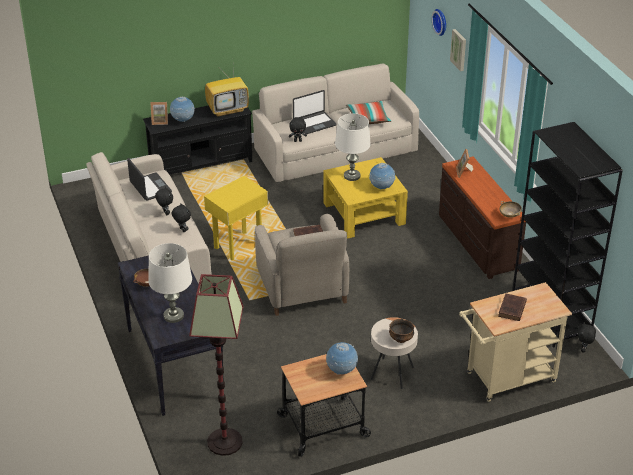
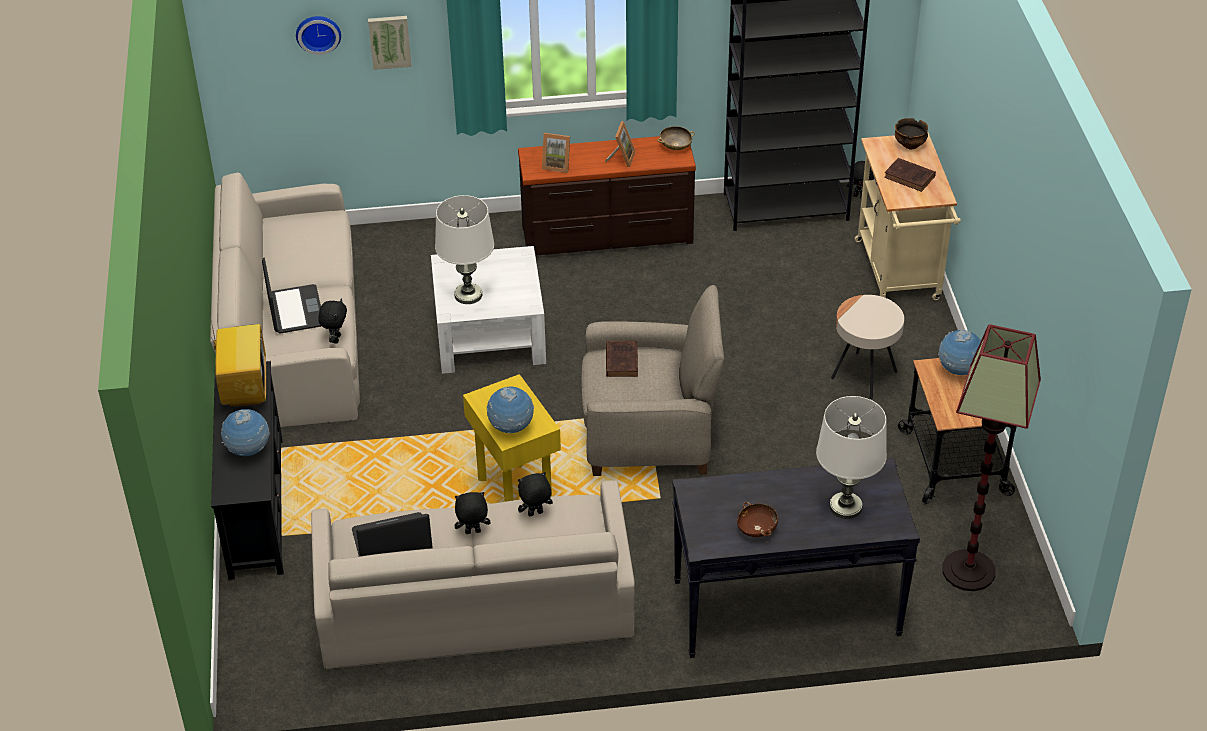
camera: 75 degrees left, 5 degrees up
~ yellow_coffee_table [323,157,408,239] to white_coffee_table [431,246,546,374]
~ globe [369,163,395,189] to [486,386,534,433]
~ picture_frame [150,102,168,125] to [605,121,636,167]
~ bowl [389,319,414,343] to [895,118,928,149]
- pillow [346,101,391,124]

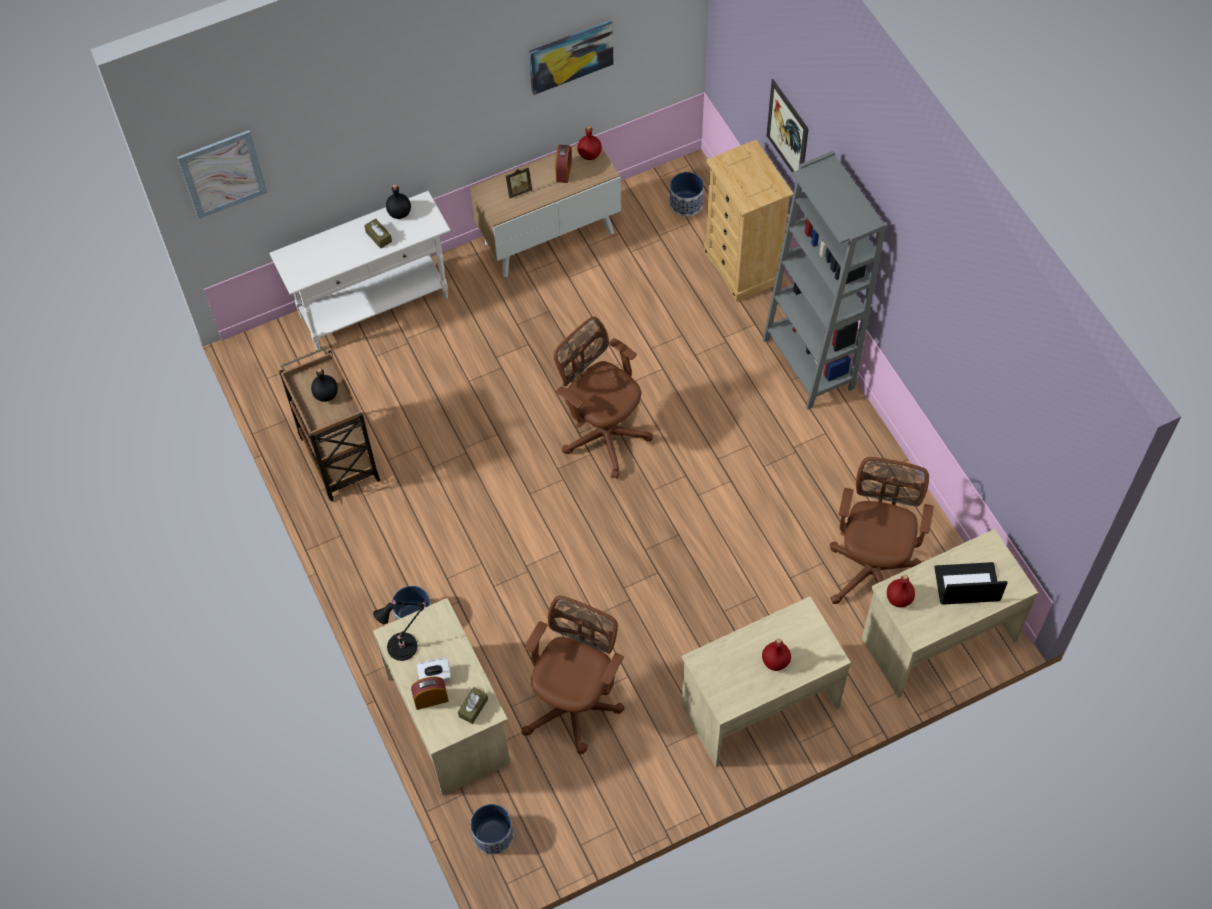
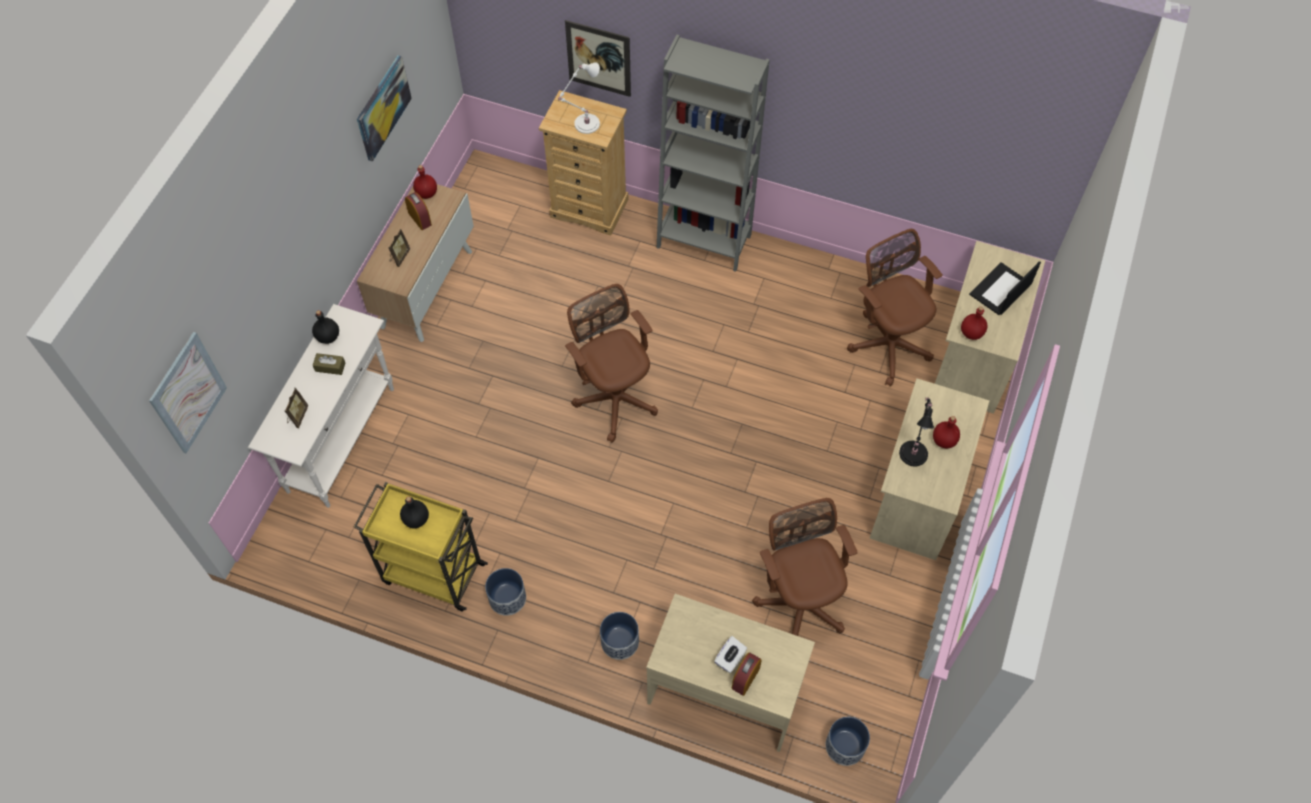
camera: 45 degrees left, 0 degrees up
+ picture_frame [285,388,308,428]
~ brown_cart [279,347,381,501] to yellow_cart [354,482,488,611]
~ planter [670,172,704,217] to [485,568,526,616]
+ white_table_lamp [558,62,600,134]
~ brown_office_chair [553,317,653,479] = [565,284,658,443] 60 degrees clockwise
~ black_table_lamp [373,600,426,661] to [899,397,934,467]
- brown_tissue_box [458,687,488,724]

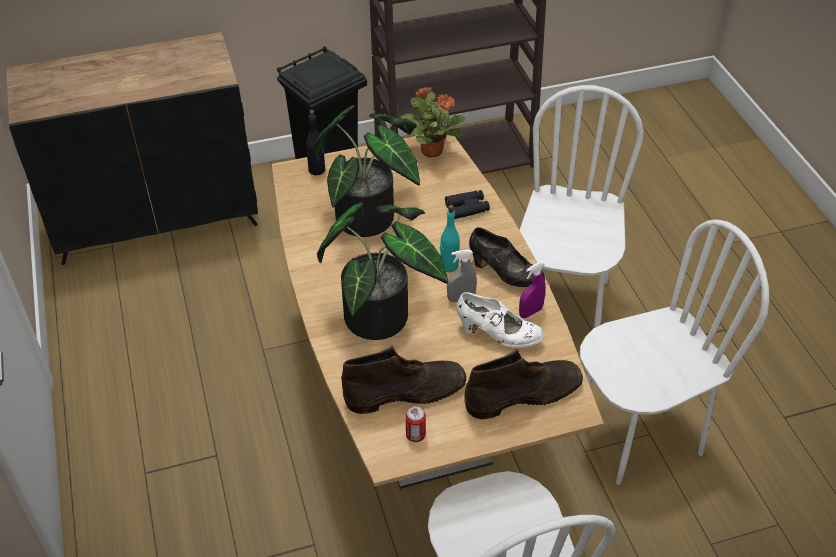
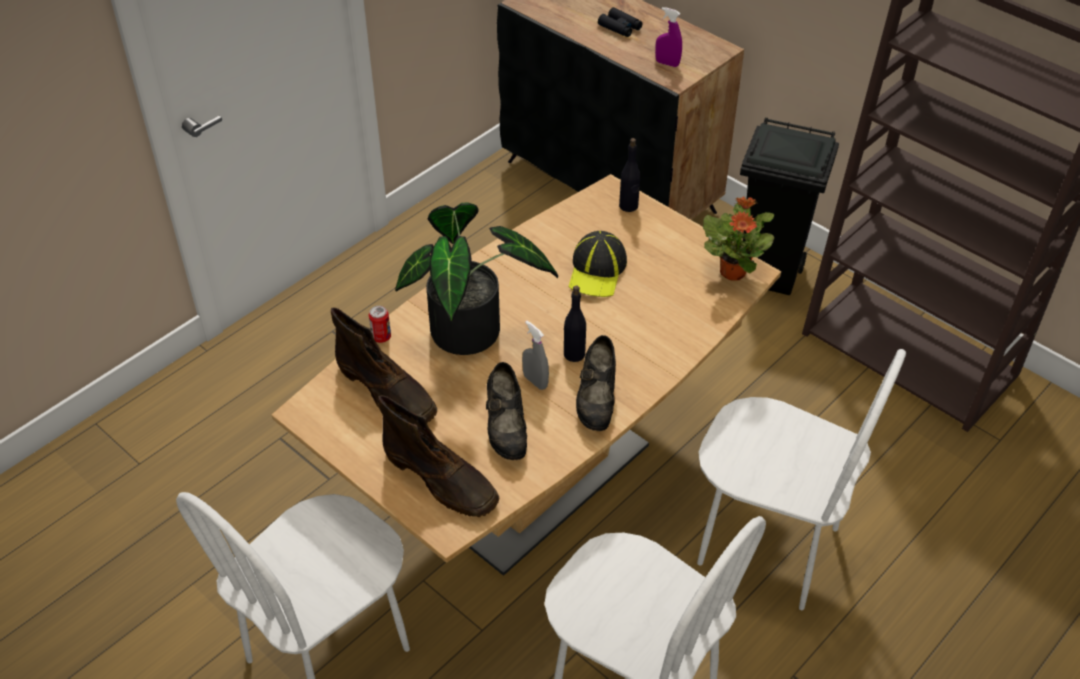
camera: 60 degrees right, 0 degrees up
~ can [406,406,426,442] to [369,306,391,343]
~ white_shoe [456,292,544,348] to black_shoe [486,362,527,460]
~ turquoise_bottle [440,205,460,272] to black_bottle [564,286,586,362]
~ potted_plant [312,105,420,237] to cap [569,231,627,297]
~ black_binoculars [445,190,490,219] to [598,7,643,37]
~ purple_spray_bottle [519,262,546,318] to [655,7,682,67]
~ white_chair [520,85,644,328] = [697,349,906,610] 45 degrees clockwise

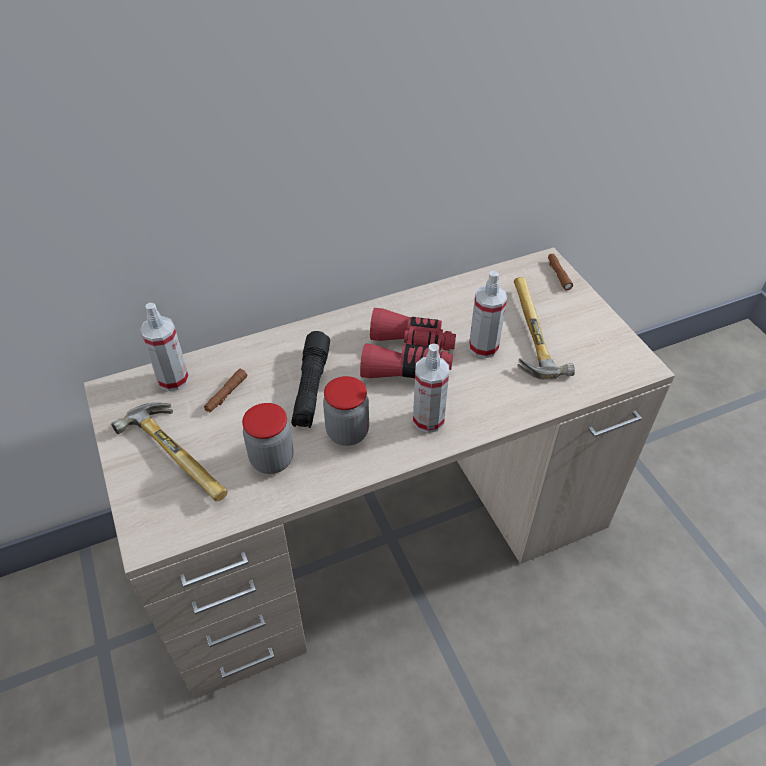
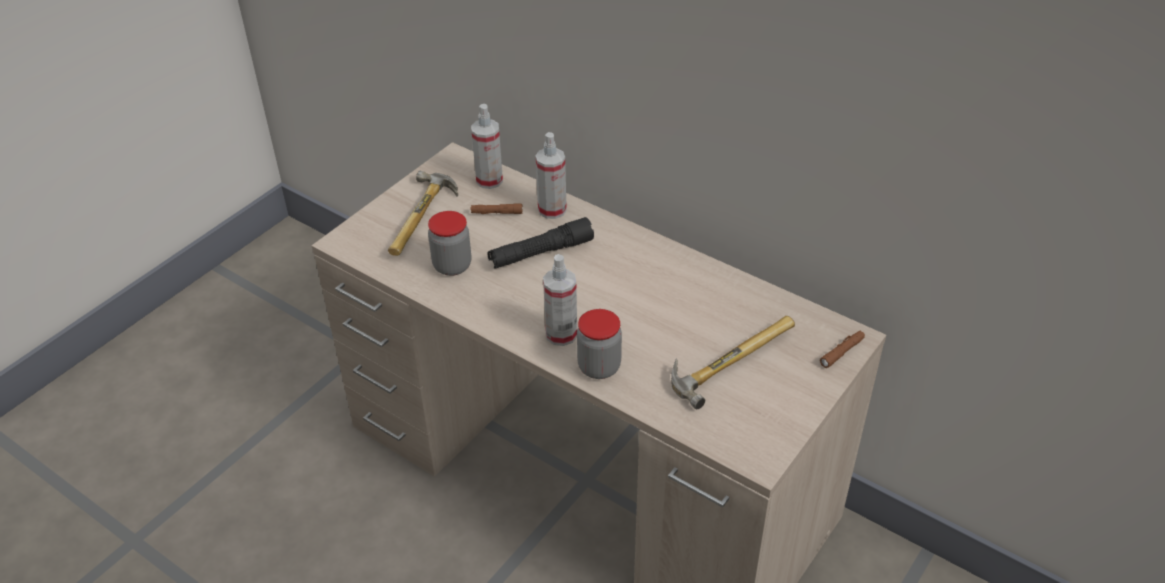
camera: 60 degrees right, 5 degrees down
~ spray_bottle [469,271,507,358] to [535,132,567,219]
~ jar [323,376,369,446] to [577,309,622,379]
- red_binoculars [360,308,456,378]

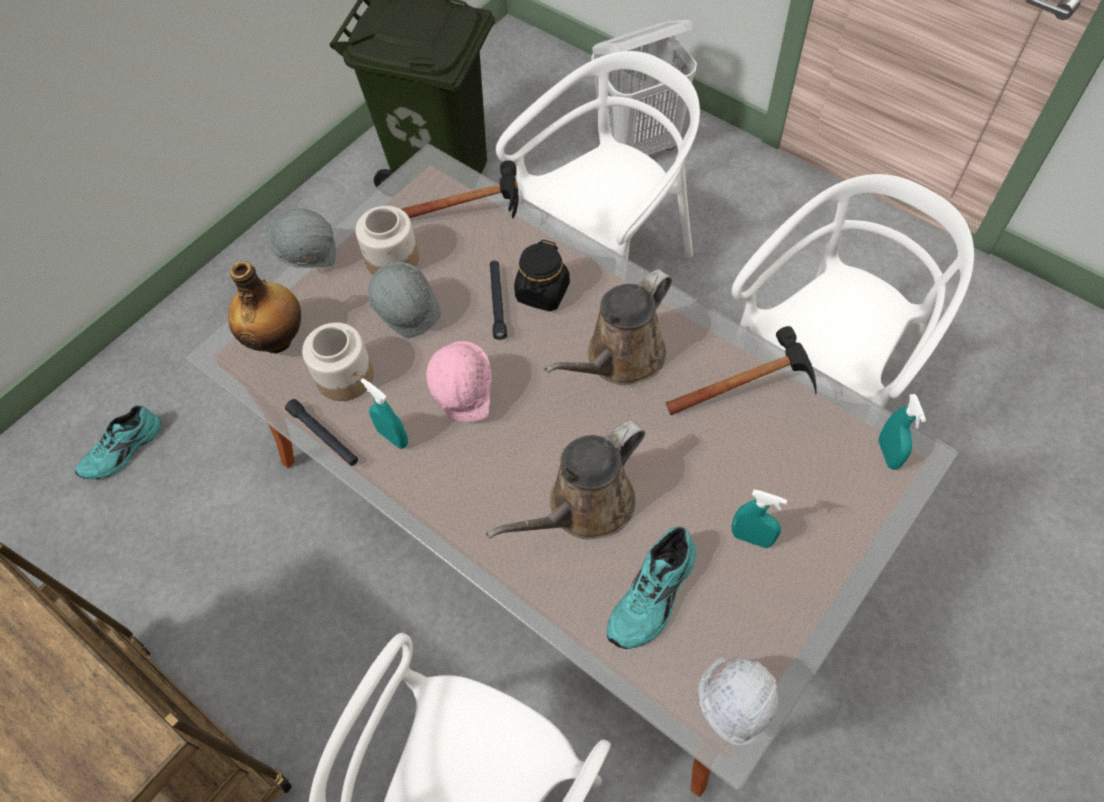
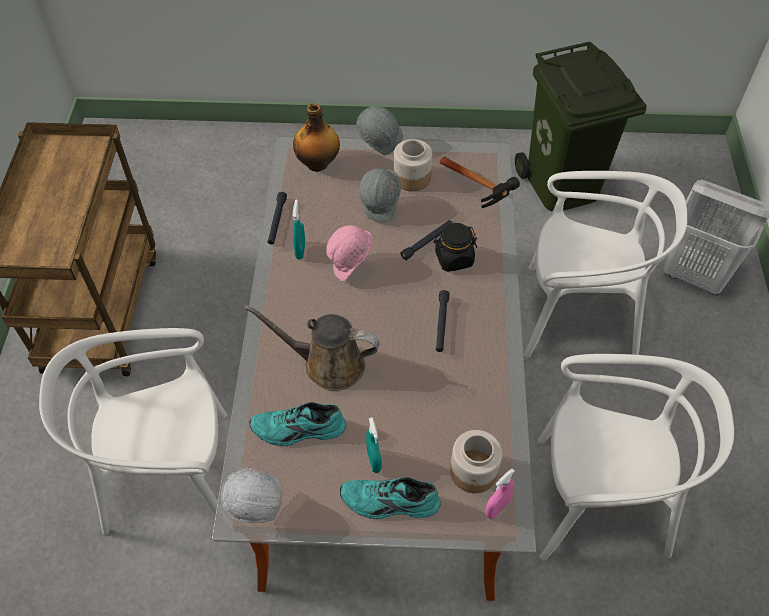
camera: 50 degrees right, 5 degrees down
~ turquoise_shoe [75,405,162,479] to [340,477,441,519]
~ brown_watering_can [544,269,672,385] to black_flashlight [436,290,449,352]
~ jar [302,322,374,401] to [450,430,502,493]
~ turquoise_spray_bottle [878,394,926,470] to pink_spray_bottle [485,469,515,519]
- hammer [666,326,817,415]

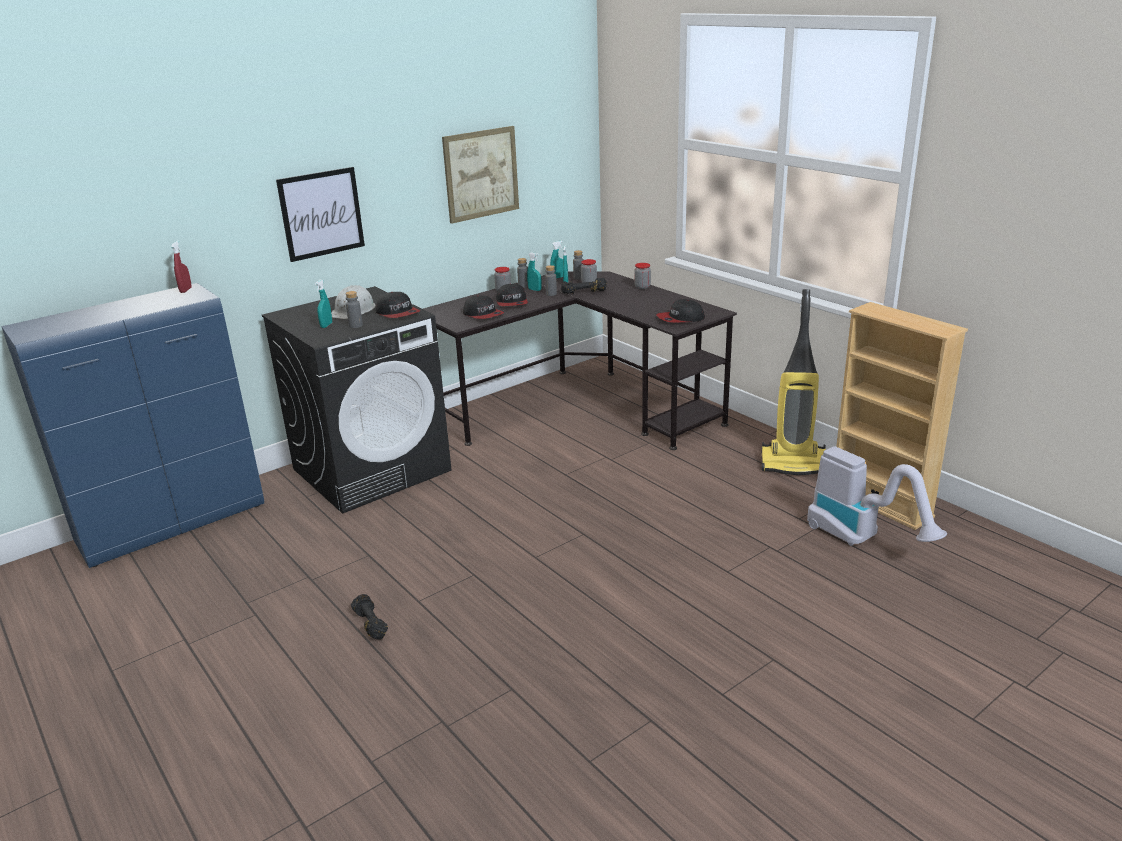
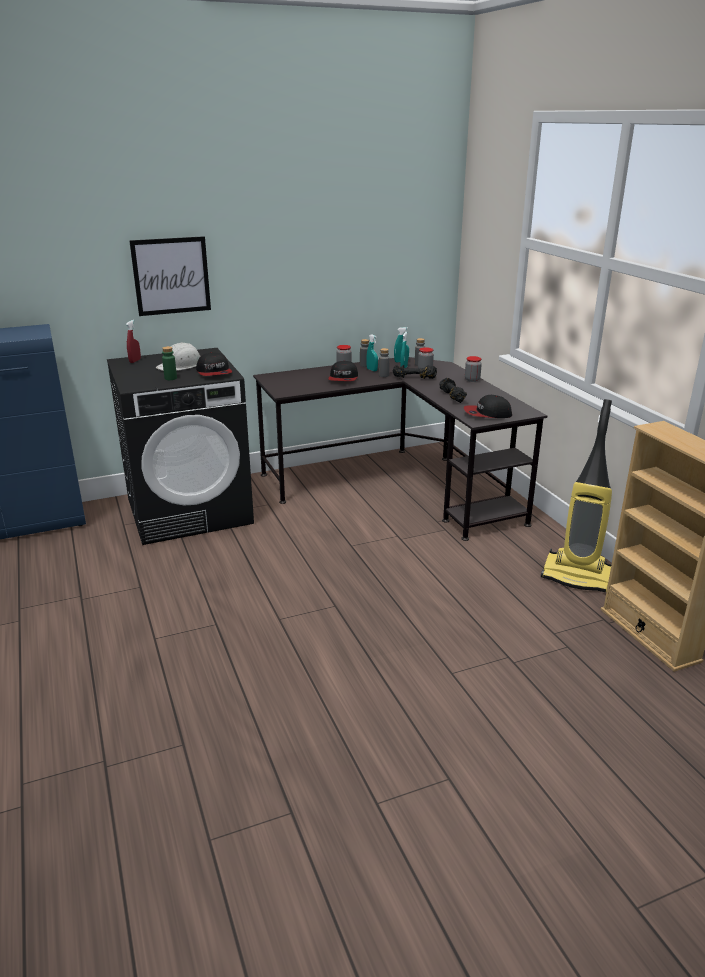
camera: 15 degrees right, 0 degrees up
~ red_spray_bottle [171,241,192,293] to [126,320,141,363]
~ grey_bottle [345,291,363,328] to green_bottle [162,346,177,380]
~ black_dumbbell [351,594,388,640] to [439,378,467,403]
- turquoise_spray_bottle [315,280,332,328]
- picture [442,126,519,224]
- cap [463,295,504,319]
- vacuum_cleaner [807,446,947,546]

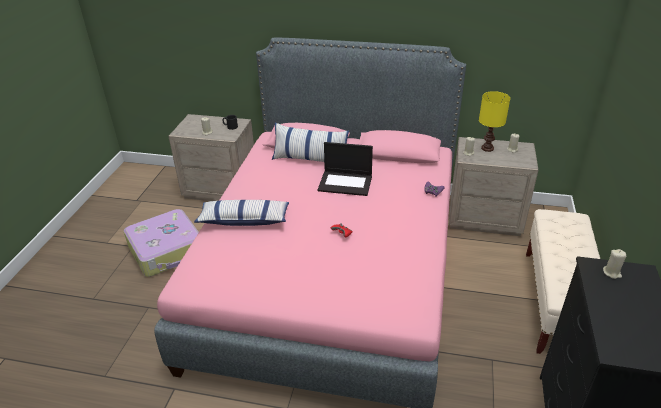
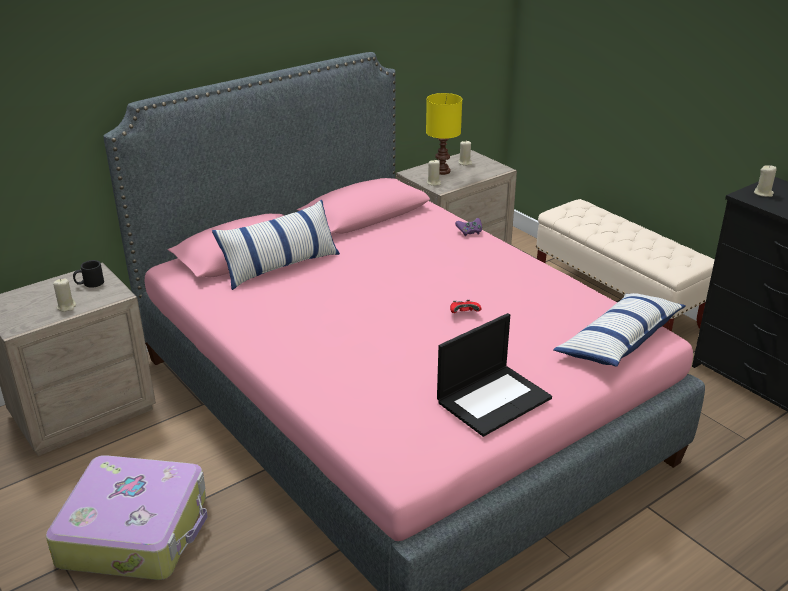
camera: 50 degrees left, 5 degrees down
~ laptop [318,142,373,196] to [437,313,552,437]
~ pillow [194,200,289,226] to [553,293,686,367]

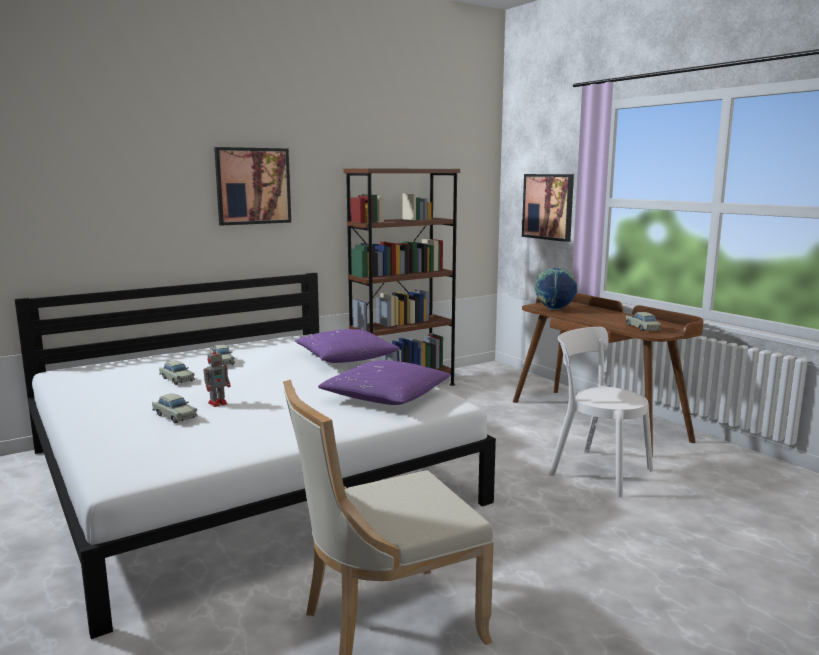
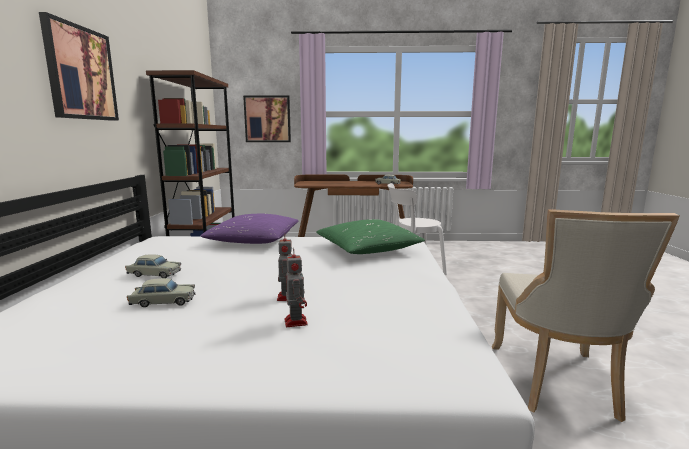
camera: 55 degrees left, 0 degrees up
~ beige_toy_car [152,394,197,423] to toy_robot [285,248,308,327]
~ purple_pillow [318,360,451,405] to green_pillow [316,219,425,254]
- globe [535,267,578,310]

